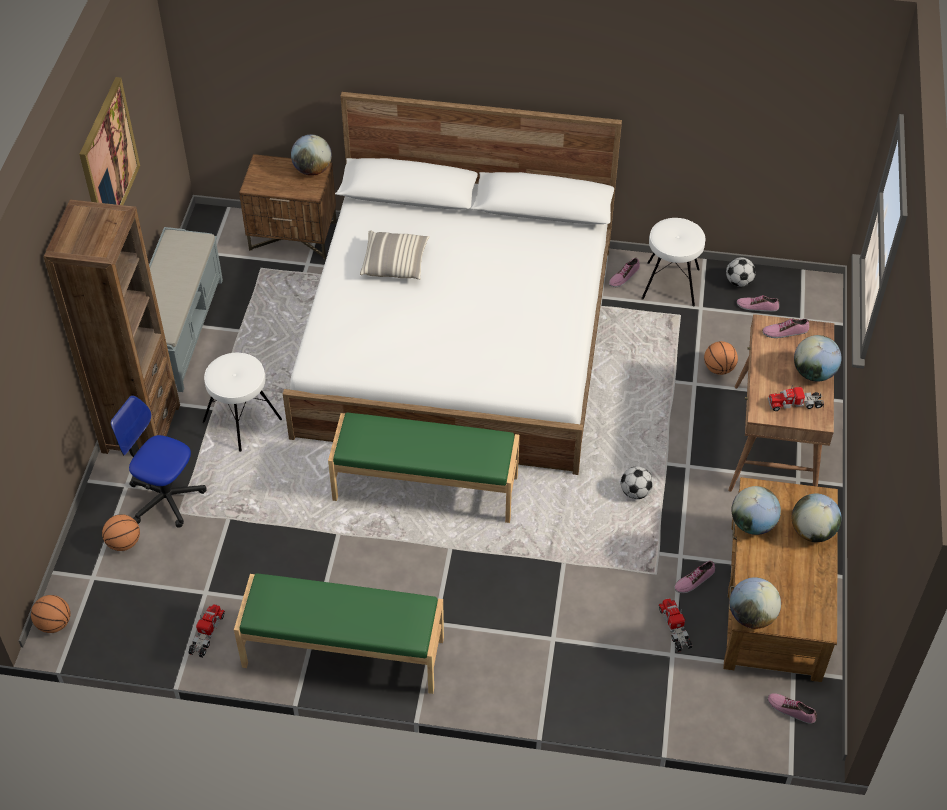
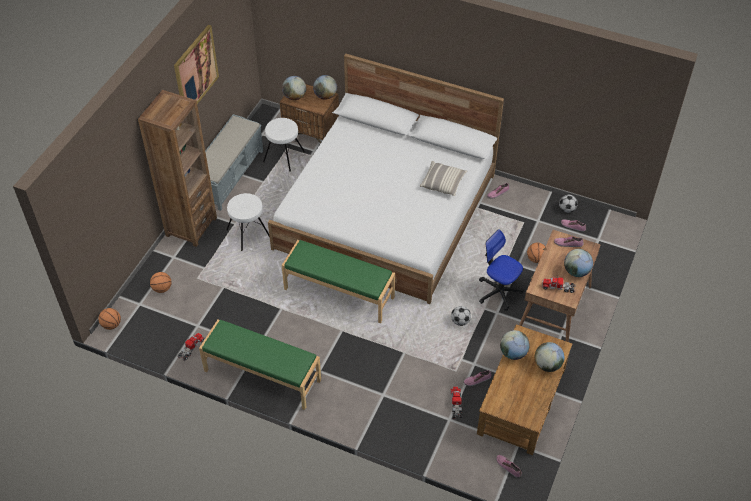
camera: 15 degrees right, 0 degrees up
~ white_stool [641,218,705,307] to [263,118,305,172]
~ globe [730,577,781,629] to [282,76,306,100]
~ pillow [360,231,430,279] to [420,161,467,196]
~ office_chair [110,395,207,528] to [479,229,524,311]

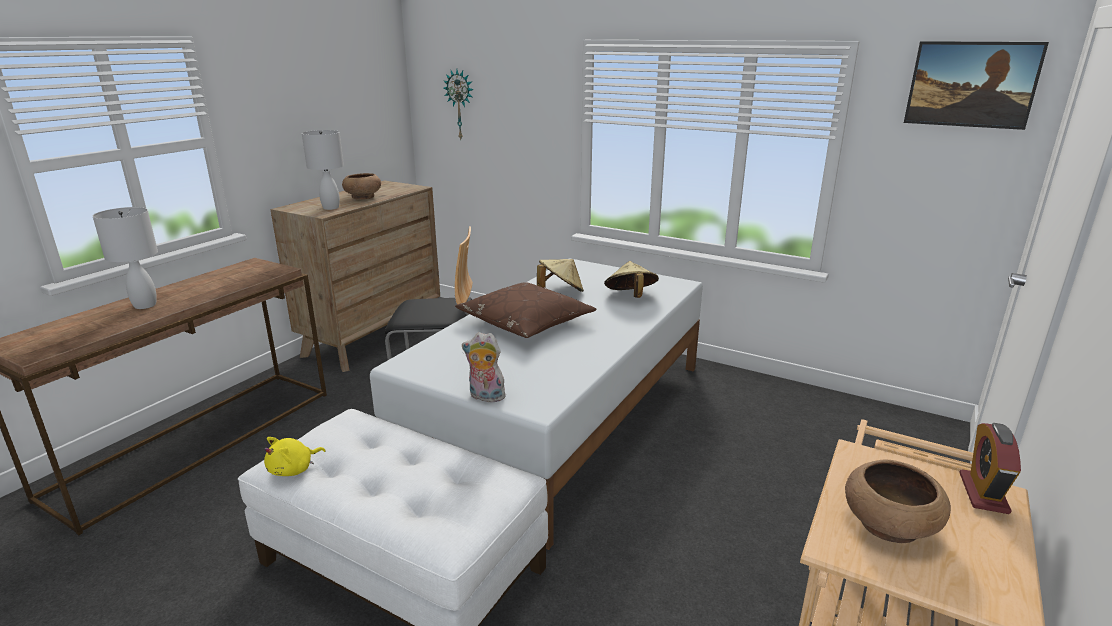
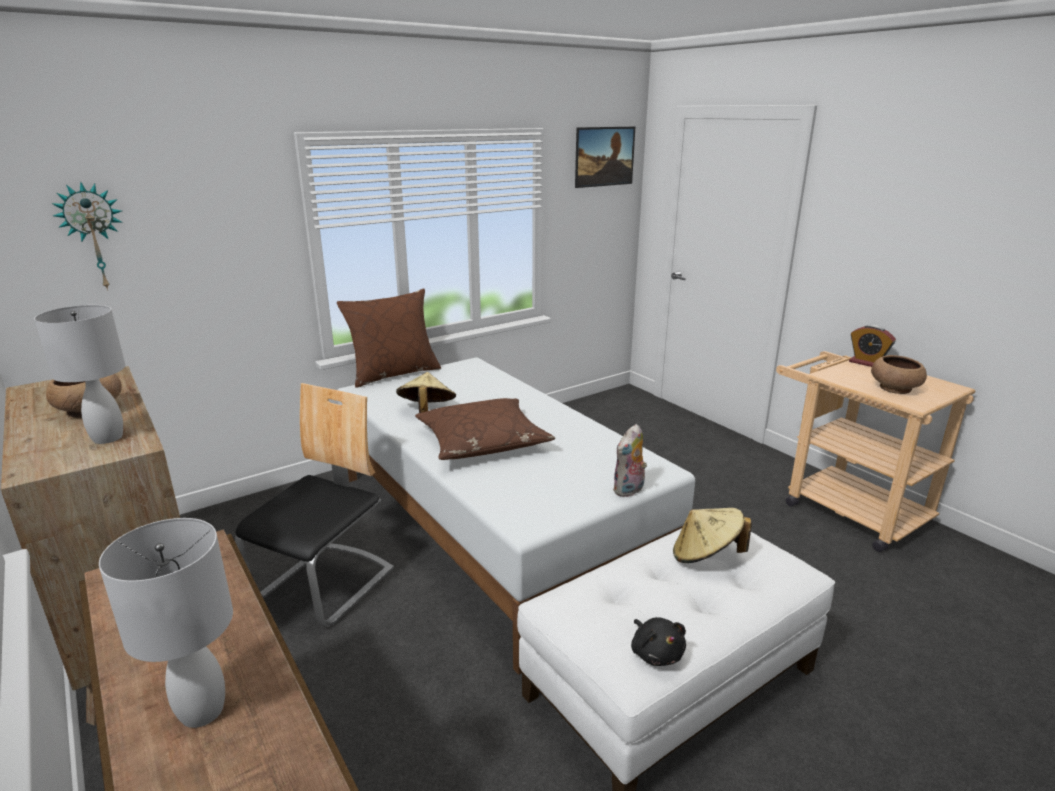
camera: 65 degrees left, 0 degrees up
+ brown_pillow [337,289,441,388]
~ yellow_plush_toy [264,437,326,476] to black_plush_toy [631,617,686,666]
~ beige_hat [604,261,659,298] to [673,508,752,563]

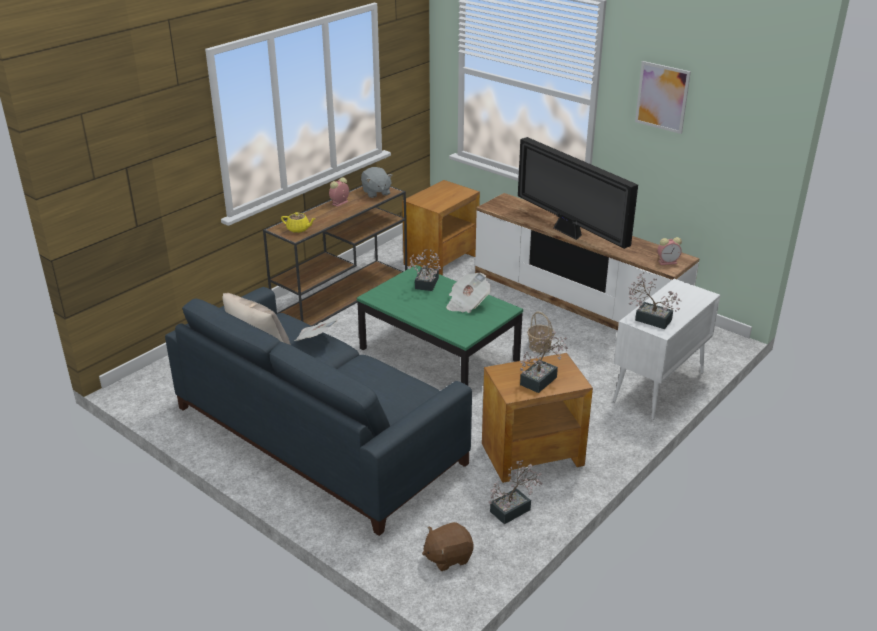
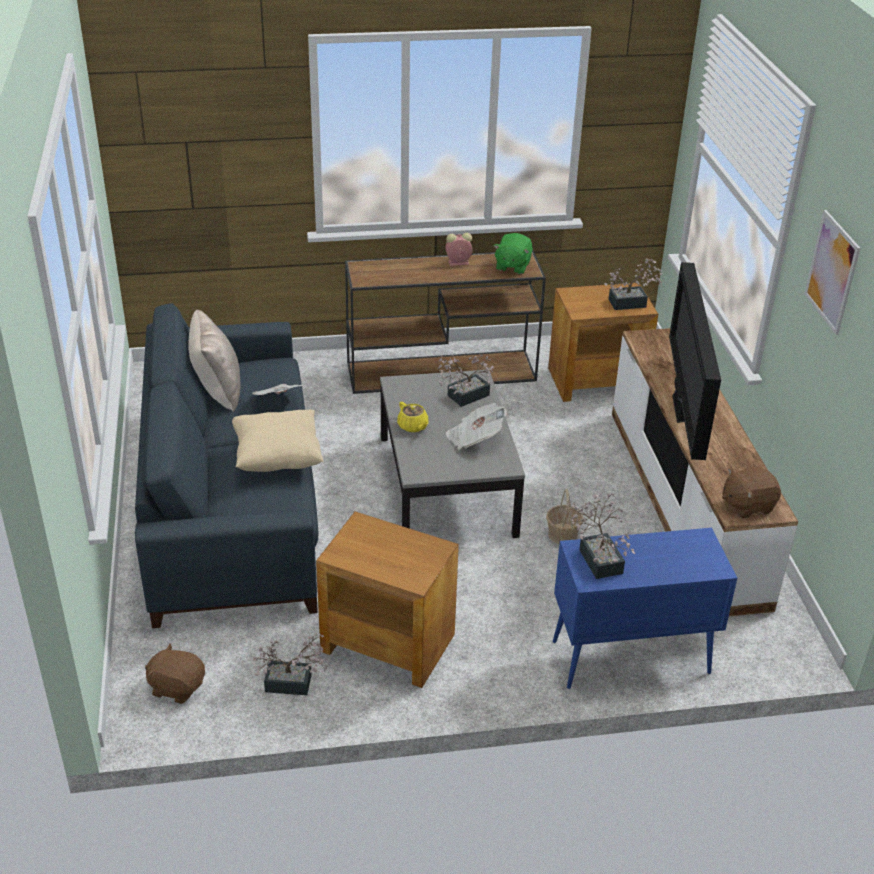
camera: 40 degrees right, 5 degrees up
+ beige_pillow [232,410,324,472]
~ green_coffee_table [357,265,523,386] to grey_coffee_table [380,370,525,538]
~ yellow_teapot [281,212,316,233] to [397,402,428,432]
~ grey_plush_toy [361,167,393,198] to green_plush_toy [494,233,533,274]
~ white_cabinet [613,279,720,420] to blue_cabinet [553,528,737,689]
~ potted_plant [520,330,568,393] to [604,258,662,310]
~ alarm_clock [657,237,682,265] to brown_plush_toy [722,466,781,518]

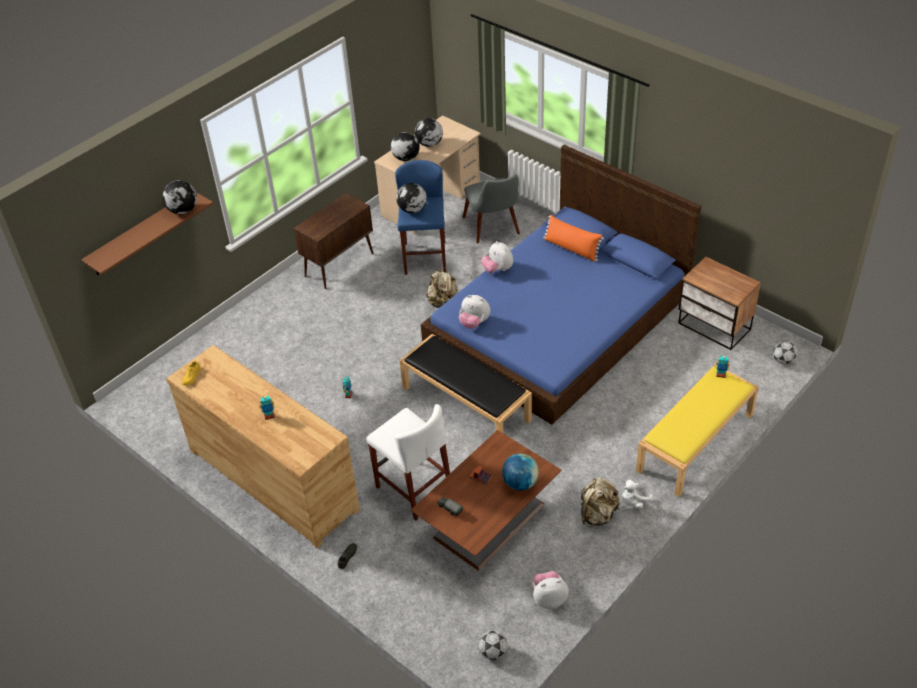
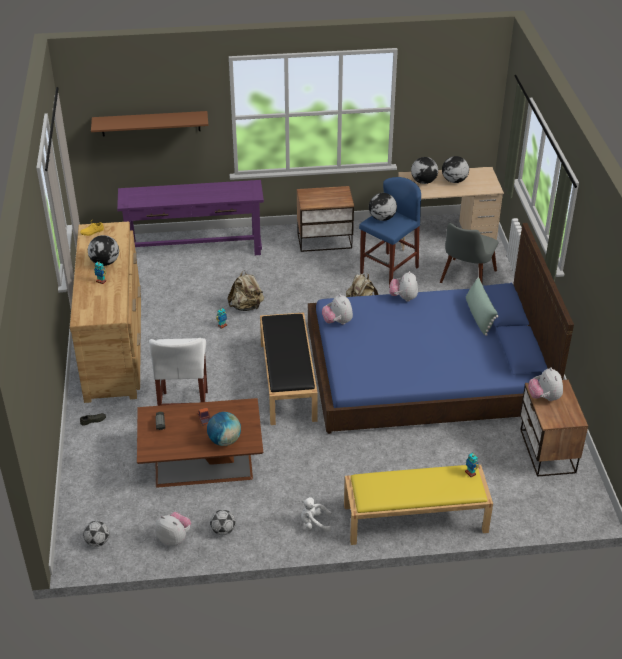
camera: 40 degrees right, 5 degrees down
~ globe [162,180,197,214] to [88,235,119,266]
+ purple_console_table [117,180,264,255]
~ football [773,341,797,364] to [210,509,236,535]
~ beige_backpack [581,477,620,527] to [227,270,264,311]
~ brown_cabinet [294,193,374,289] to nightstand [297,186,354,252]
~ orange_pillow [543,215,604,262] to green_pillow [466,277,498,336]
+ plush_toy [528,367,563,401]

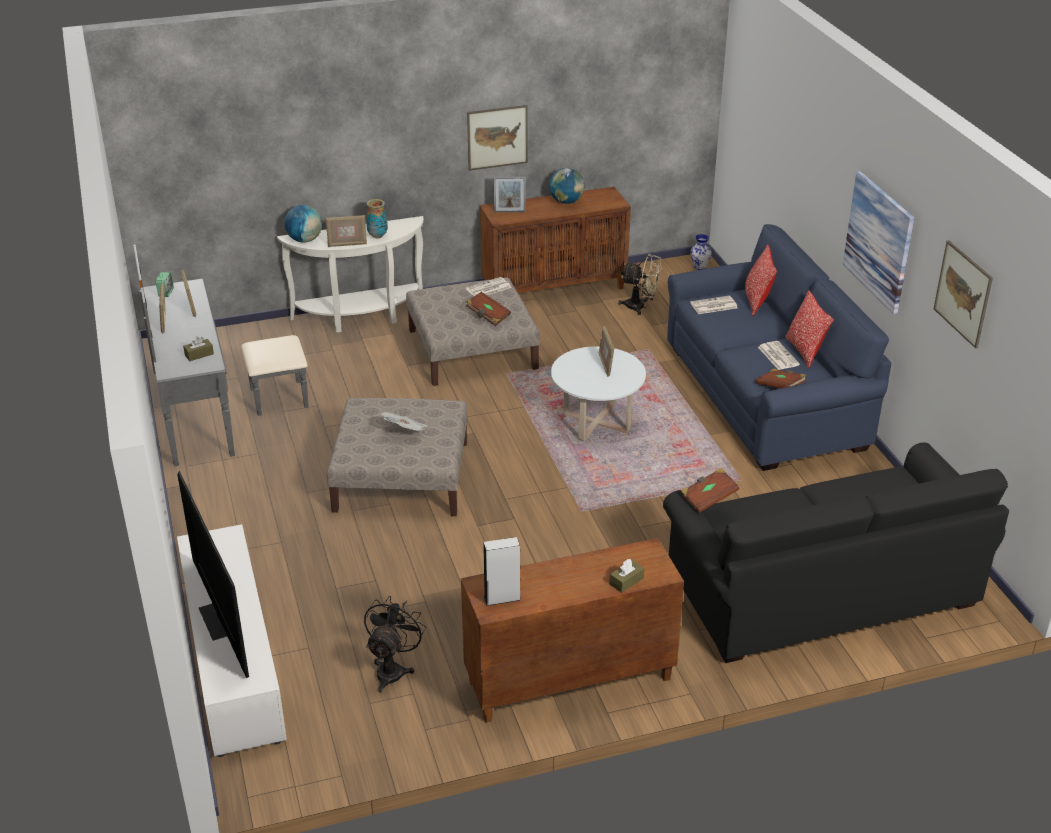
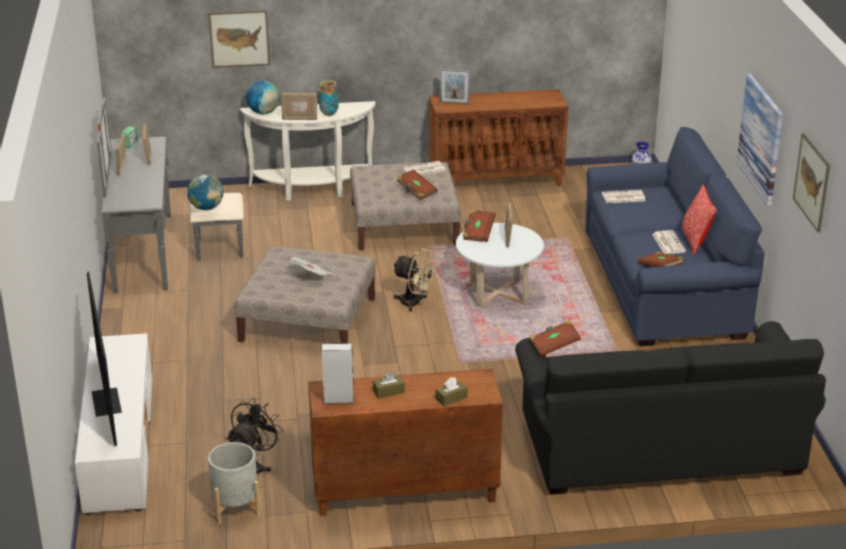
camera: 10 degrees right, 5 degrees down
~ globe [549,168,584,204] to [187,174,223,210]
~ picture [467,105,528,171] to [208,10,270,68]
+ grey_planter [208,442,260,524]
~ brown_tissue_box [183,336,214,361] to [373,372,405,399]
~ beige_fan [618,254,662,315] to [392,248,439,312]
+ brown_book [463,209,496,242]
- pillow [745,244,777,316]

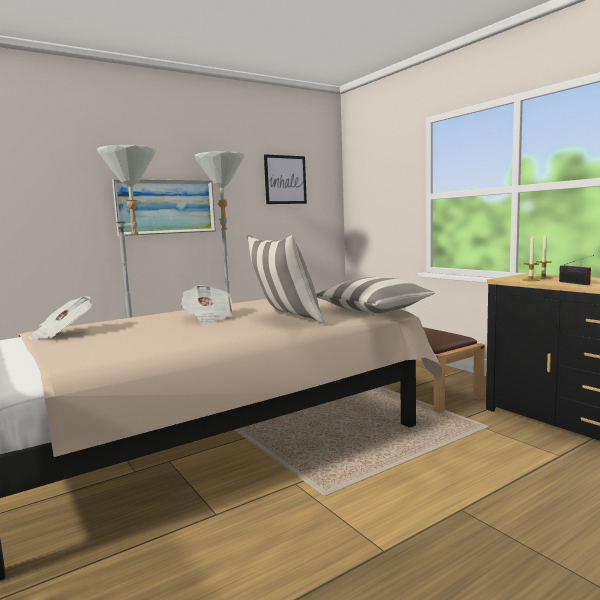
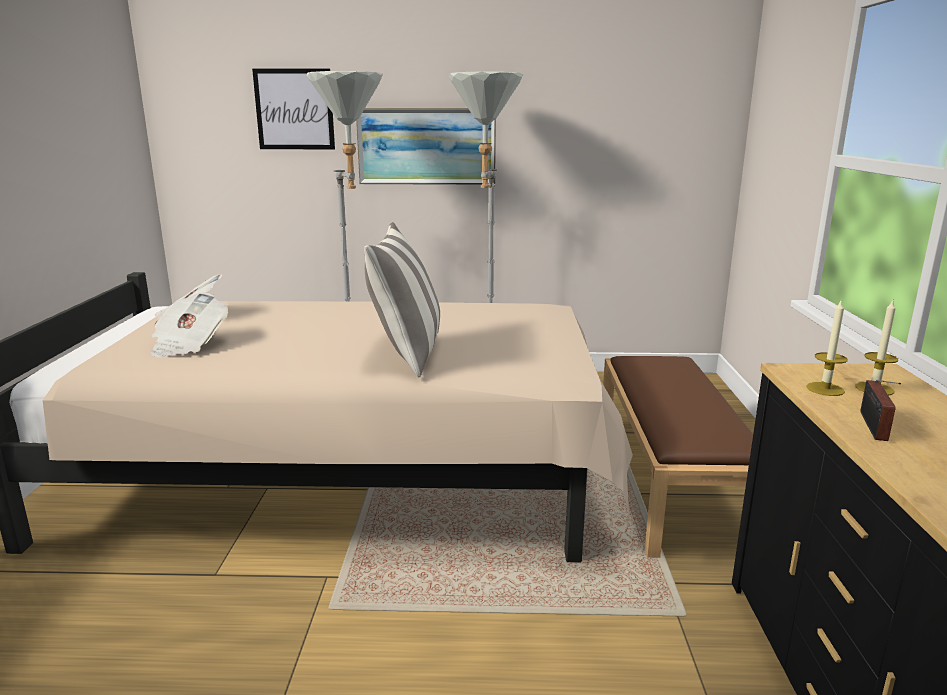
camera: 35 degrees right, 10 degrees up
~ newspaper [181,285,233,324] to [150,293,228,357]
~ picture [264,154,307,204] to [252,69,335,149]
- pillow [316,277,435,313]

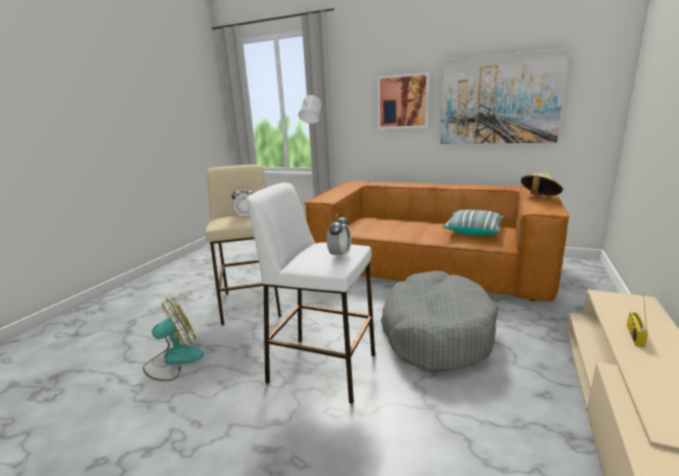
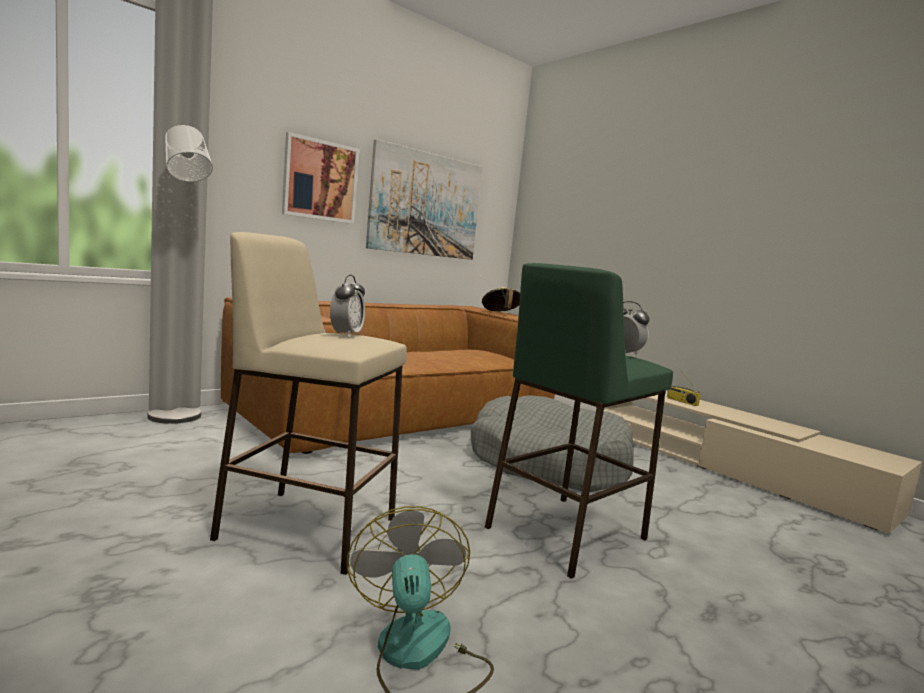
camera: 65 degrees left, 10 degrees down
~ white_stool [247,183,375,404] to green_stool [485,263,673,579]
- pillow [442,209,504,235]

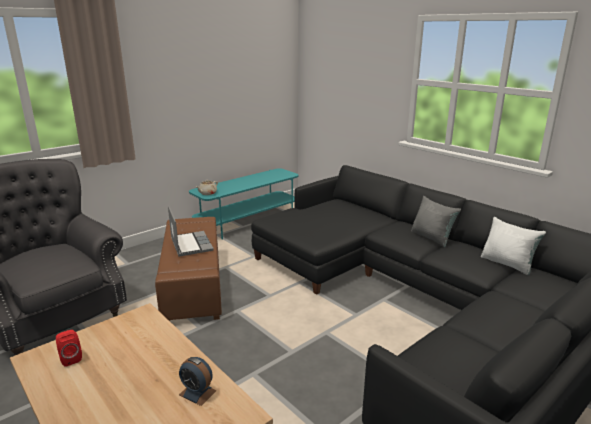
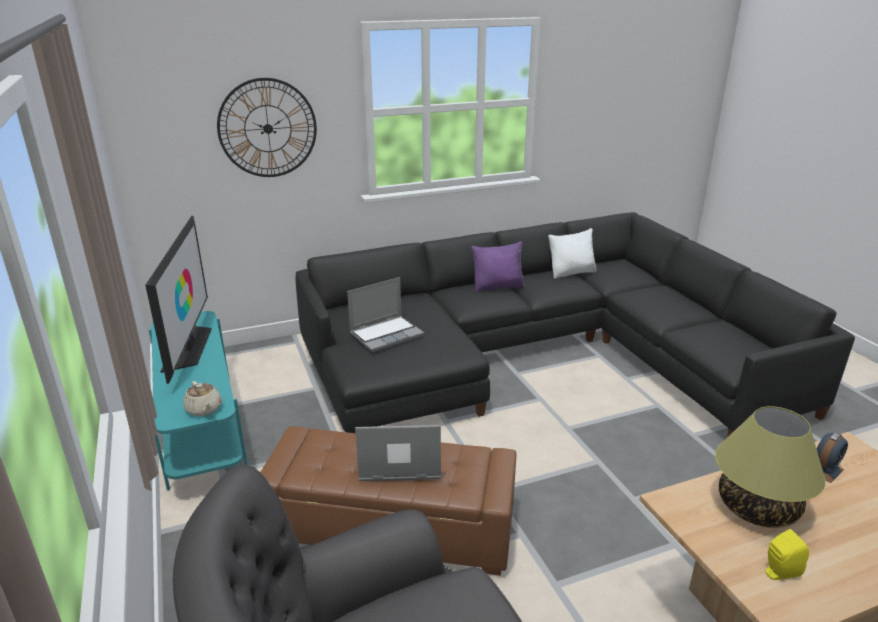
camera: 70 degrees left, 5 degrees up
+ television [145,216,212,384]
+ wall_clock [217,78,317,177]
+ laptop [347,277,424,352]
~ grey_pillow [411,196,461,247] to purple_pillow [471,241,525,292]
+ table_lamp [715,406,826,528]
~ red_speaker [56,330,82,367] to yellow_speaker [766,529,809,580]

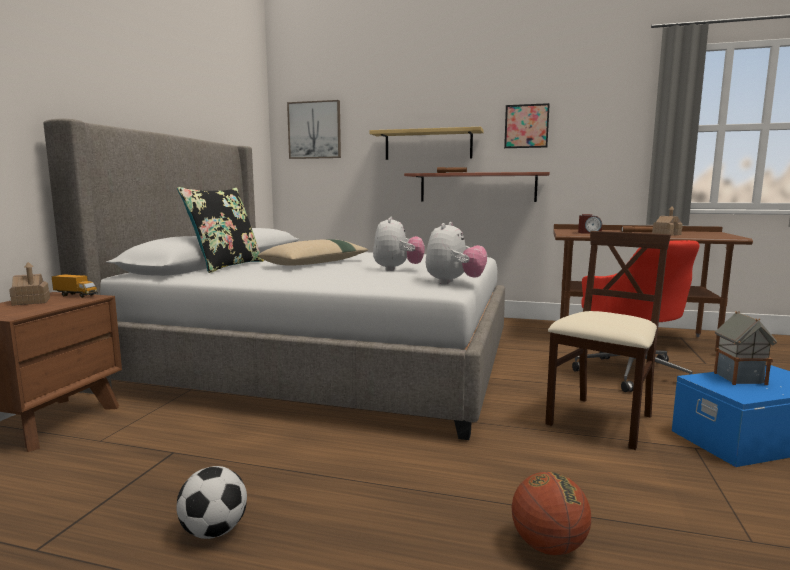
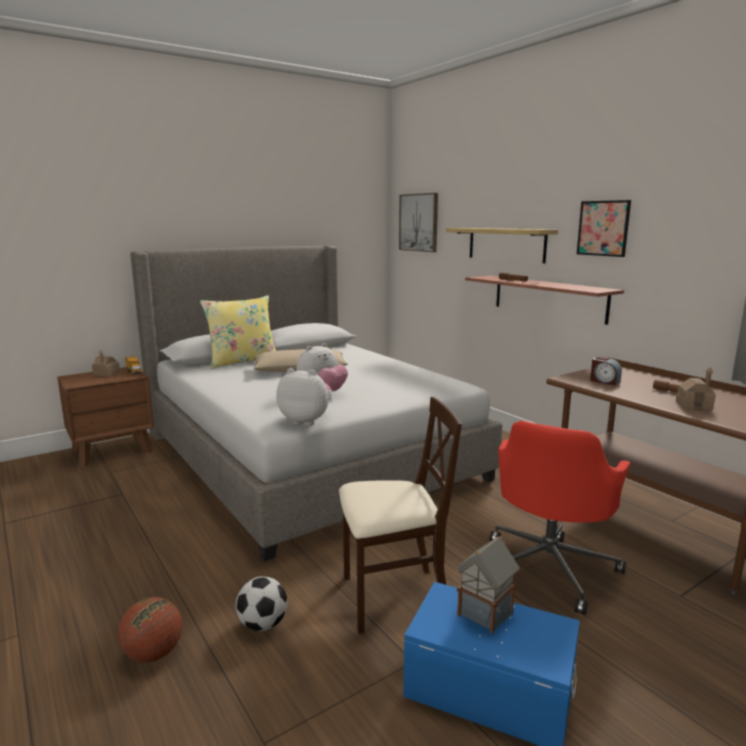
camera: 40 degrees right, 5 degrees up
~ black_pillow [177,187,264,273] to yellow_pillow [200,296,276,369]
~ football [176,466,247,539] to [236,576,288,631]
~ plush_toy [426,222,487,284] = [276,368,332,426] 135 degrees counterclockwise

